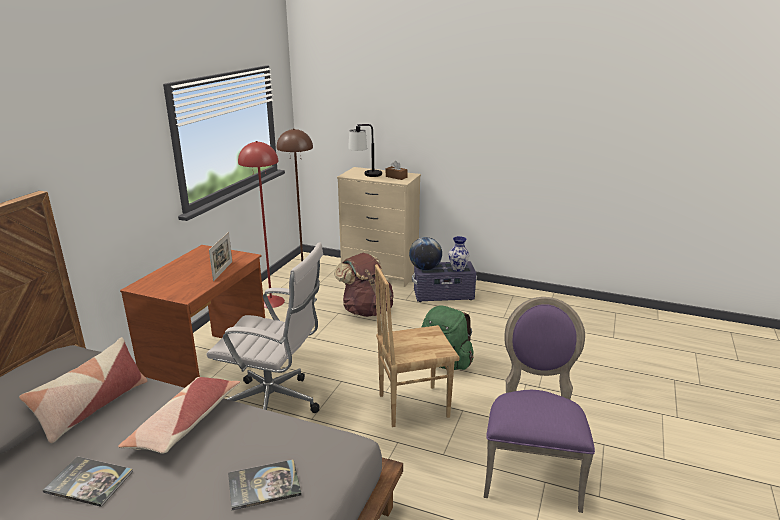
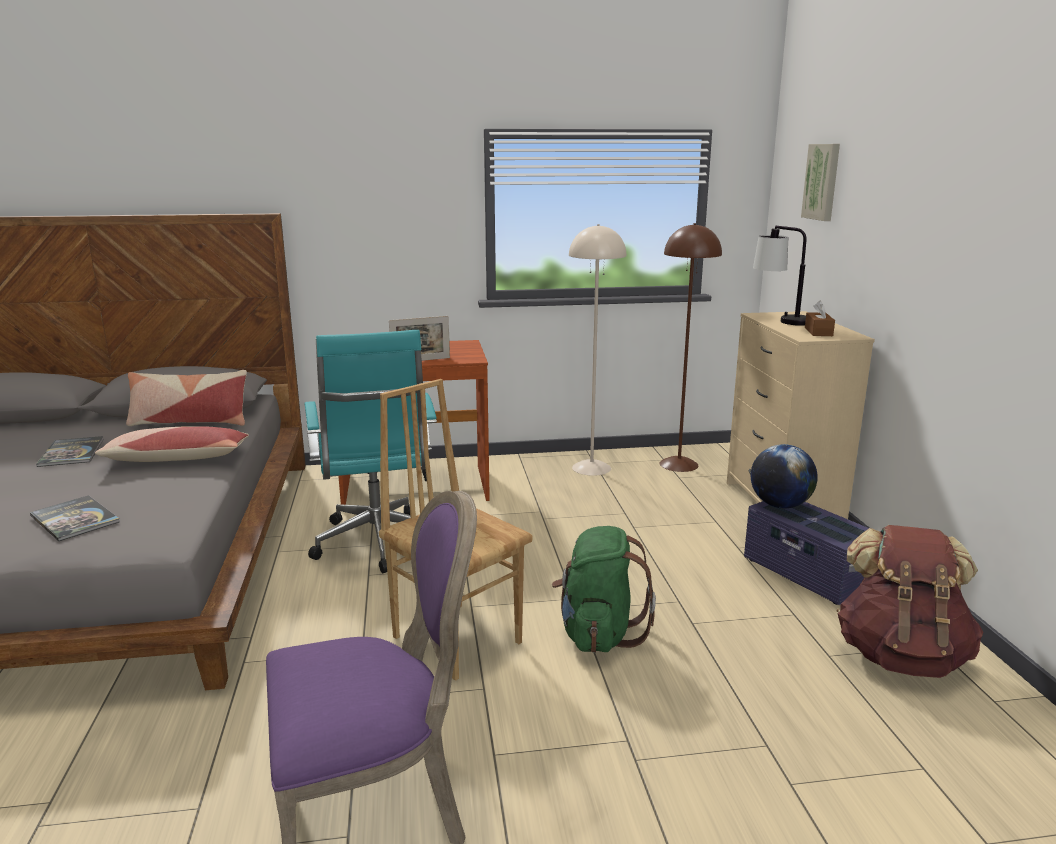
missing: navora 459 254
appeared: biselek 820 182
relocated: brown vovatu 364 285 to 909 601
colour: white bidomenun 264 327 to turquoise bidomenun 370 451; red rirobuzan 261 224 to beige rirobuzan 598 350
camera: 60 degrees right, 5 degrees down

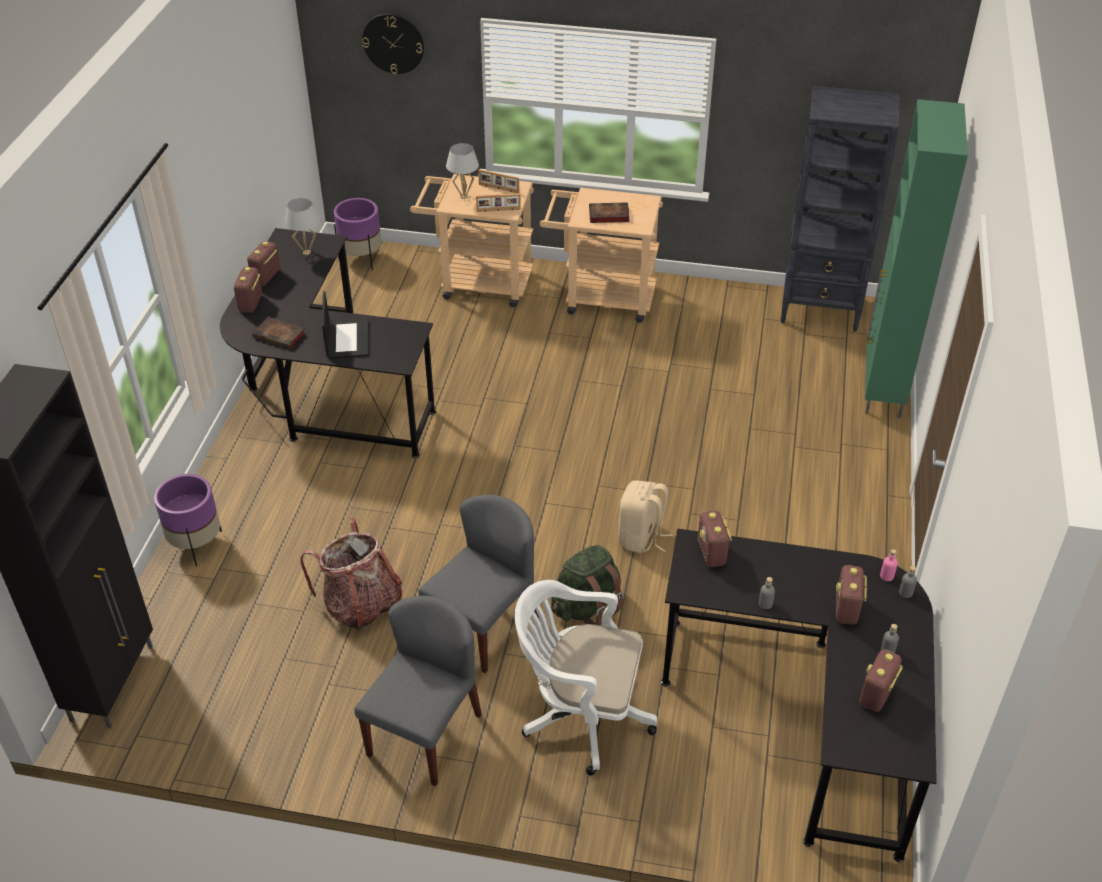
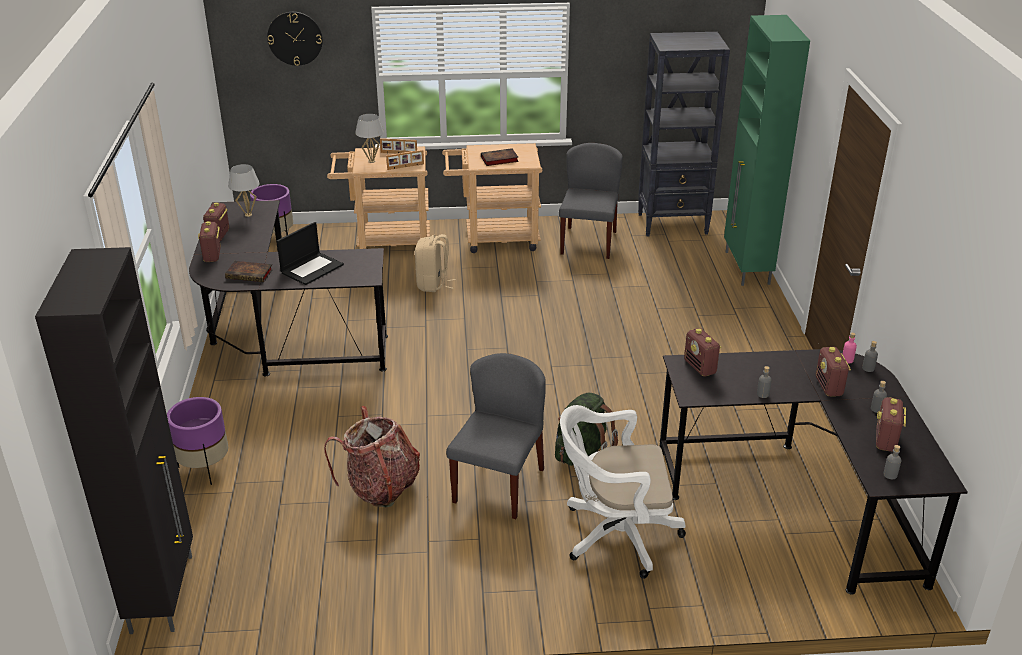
appeared: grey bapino 892 462
relocated: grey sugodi 418 691 to 591 201; beige vovatu 645 516 to 435 263
spun: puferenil 345 325 = 310 253 60 degrees clockwise
camera: 15 degrees left, 10 degrees down

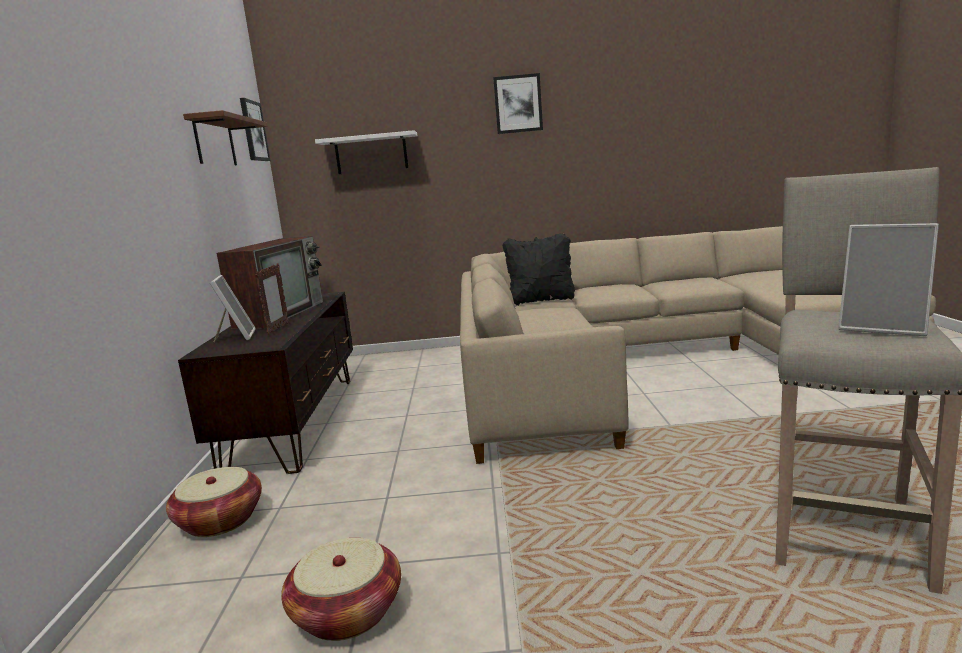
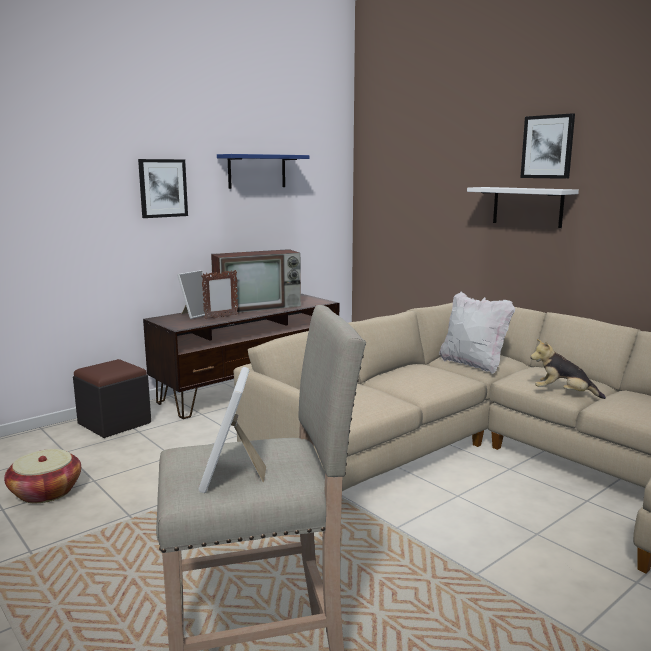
appeared: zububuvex 568 369
relocated: biselek 255 129 to 163 188; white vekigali 366 152 to 523 207
exchanged: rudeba 214 502 to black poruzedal 112 398
colour: brown vekigali 225 137 to blue vekigali 263 171; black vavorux 538 270 to white vavorux 477 333
camera: 50 degrees right, 0 degrees up

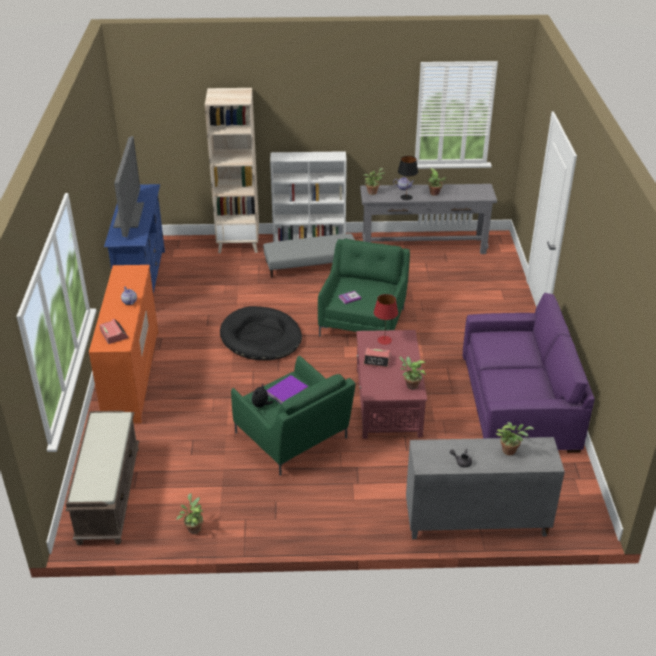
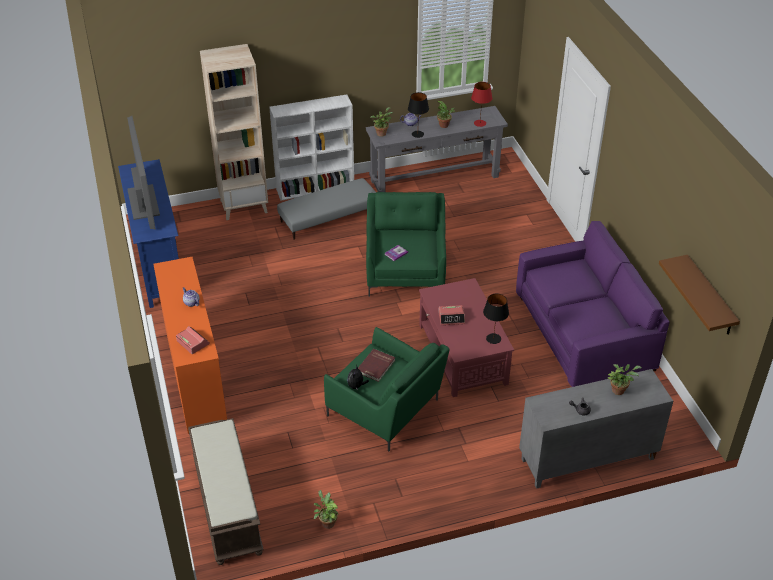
missing: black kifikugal 261 333
appeared: brown vekigali 699 295
relocated: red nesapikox 386 319 to 481 104
exchanged: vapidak 412 373 to black nesapikox 496 318
colour: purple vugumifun 287 389 to red vugumifun 376 365
camera: 15 degrees left, 5 degrees up

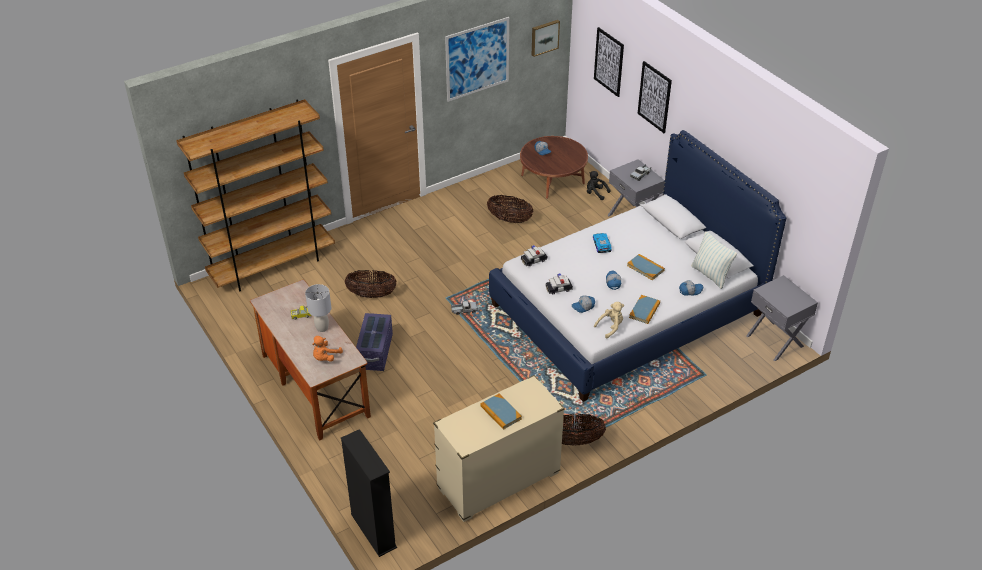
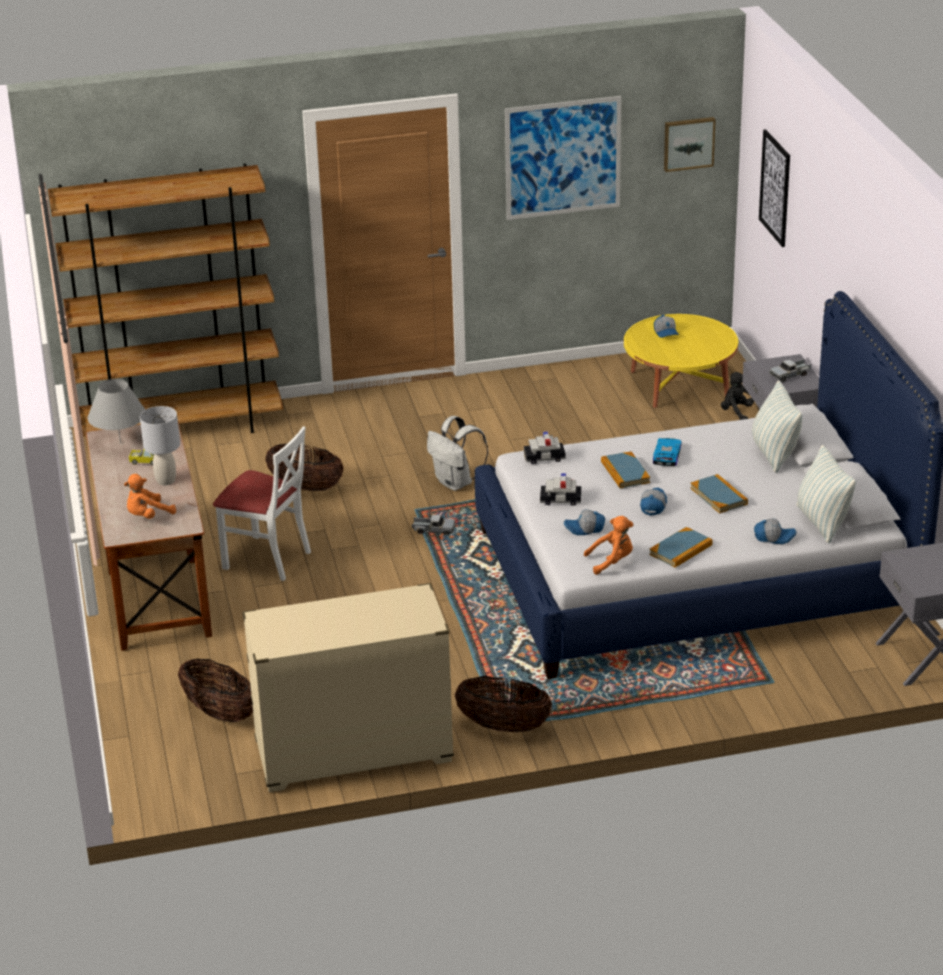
missing: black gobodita 369 493; biselek 654 97
appeared: grey nesapikox 117 411; white vovatu 457 453; vavorux 777 426
relocated: vugumifun 501 412 to 625 470; rudeba 510 209 to 215 690
exchanged: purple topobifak 374 342 to white sugodi 262 503
colour: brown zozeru 554 167 to yellow zozeru 681 361; beige zububuvex 609 320 to orange zububuvex 608 545
camera: 20 degrees right, 10 degrees down

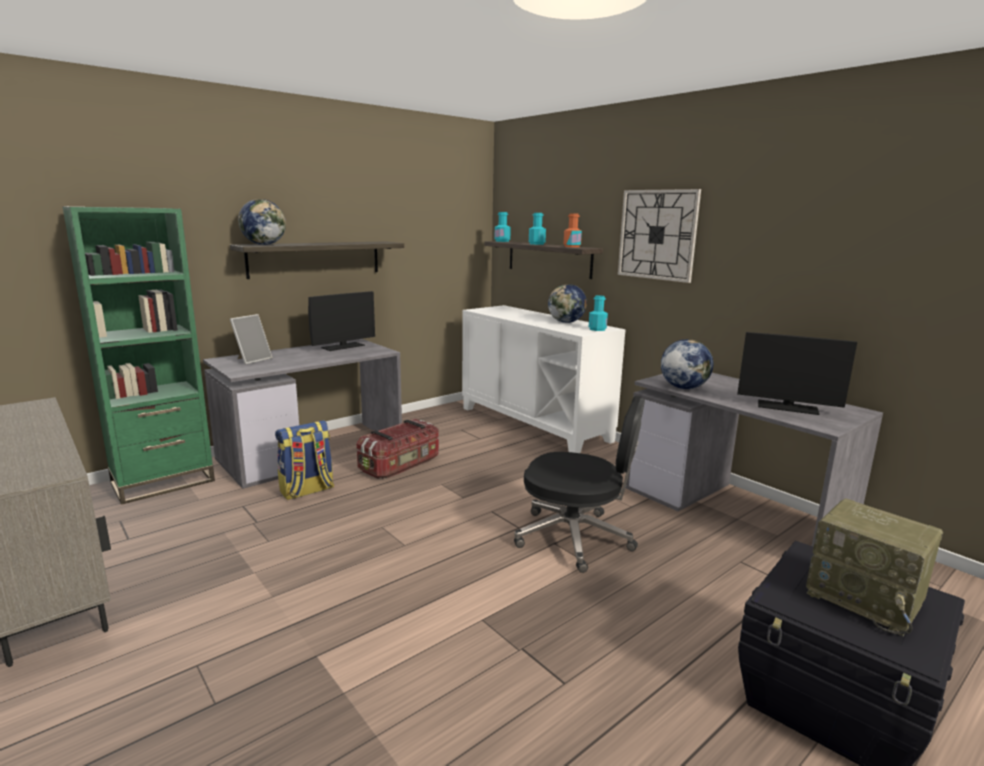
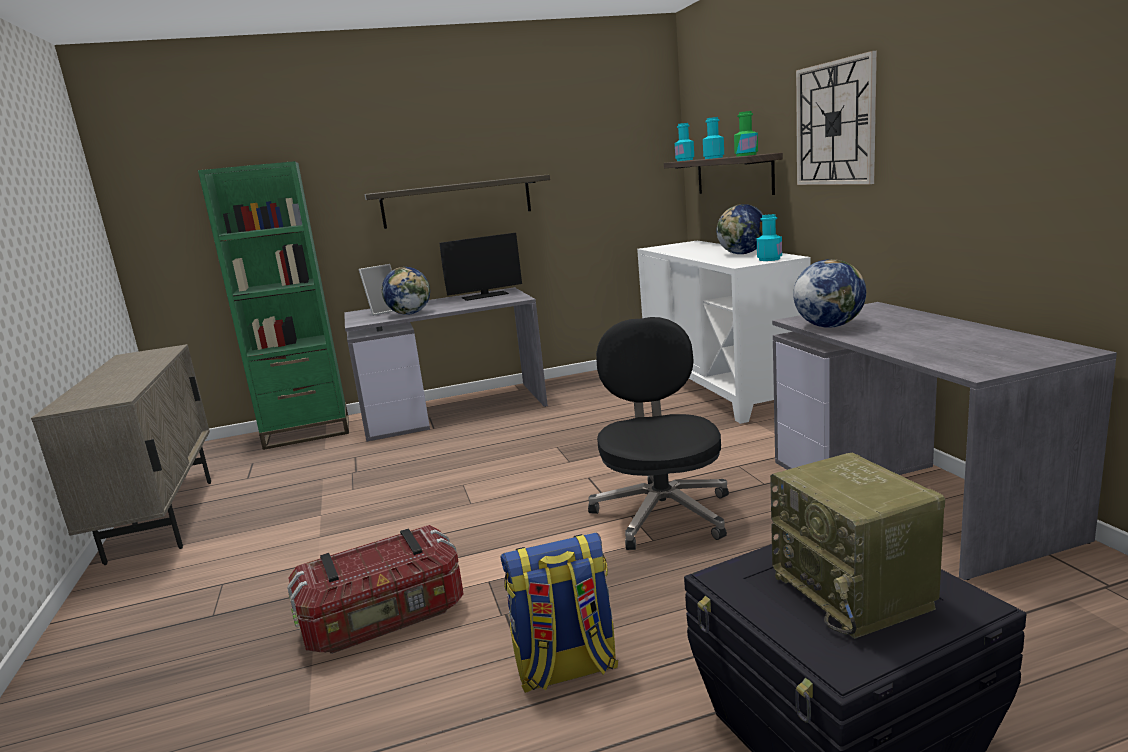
missing: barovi 797 373
relocated: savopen 262 222 to 405 291; vovatu 304 460 to 559 613; topobifak 398 449 to 375 589
colour: orange bapino 573 230 to green bapino 746 134
spun: black bidomenun 579 484 = 658 433 135 degrees counterclockwise
camera: 25 degrees right, 0 degrees up

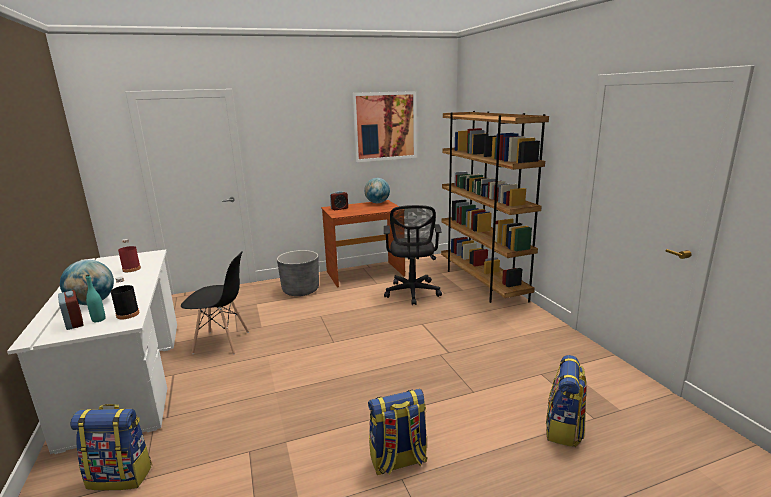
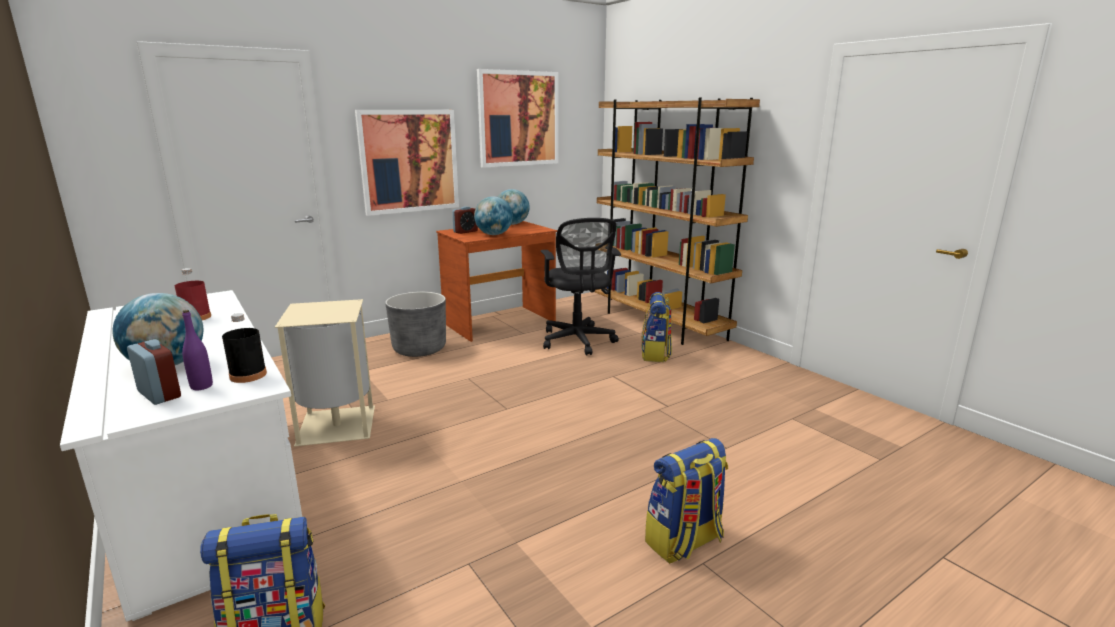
appeared: biselek 407 163; savopen 493 215
relocated: vovatu 566 401 to 656 327
exchanged: black sugodi 215 302 to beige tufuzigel 325 373
colour: turquoise bapino 95 298 to purple bapino 197 350
camera: 15 degrees left, 0 degrees up

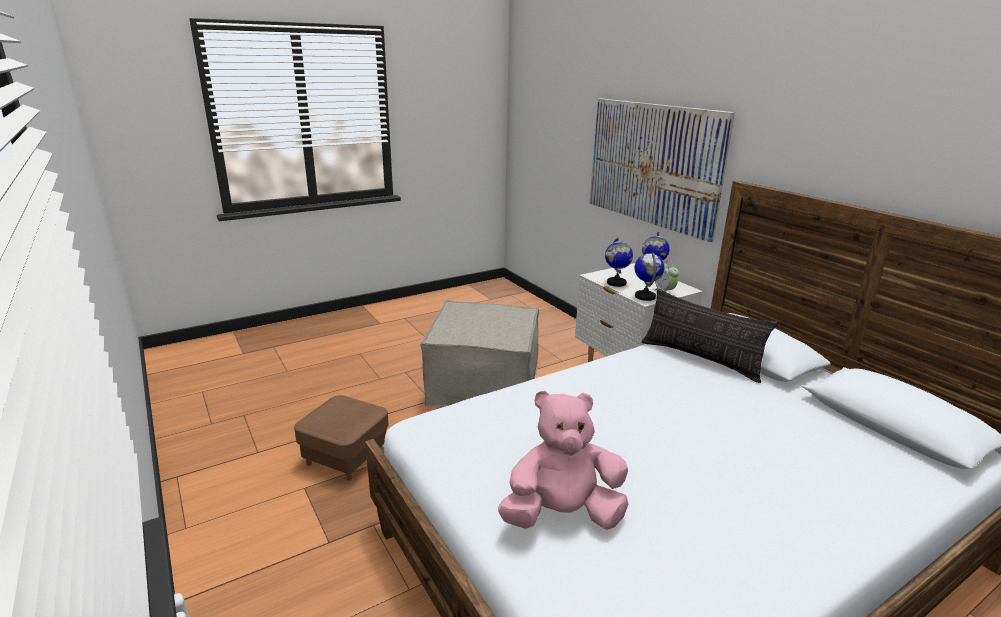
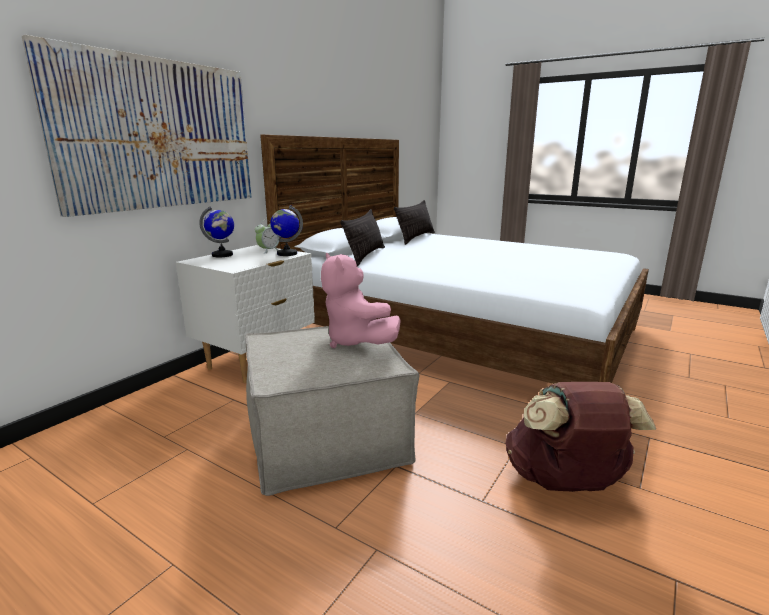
missing: savopen 619 262
appeared: vavorux 414 222
relocated: pink zububuvex 563 460 to 361 300
exchanged: brown poruzedal 341 438 to brown vovatu 580 437
camera: 115 degrees left, 5 degrees down

